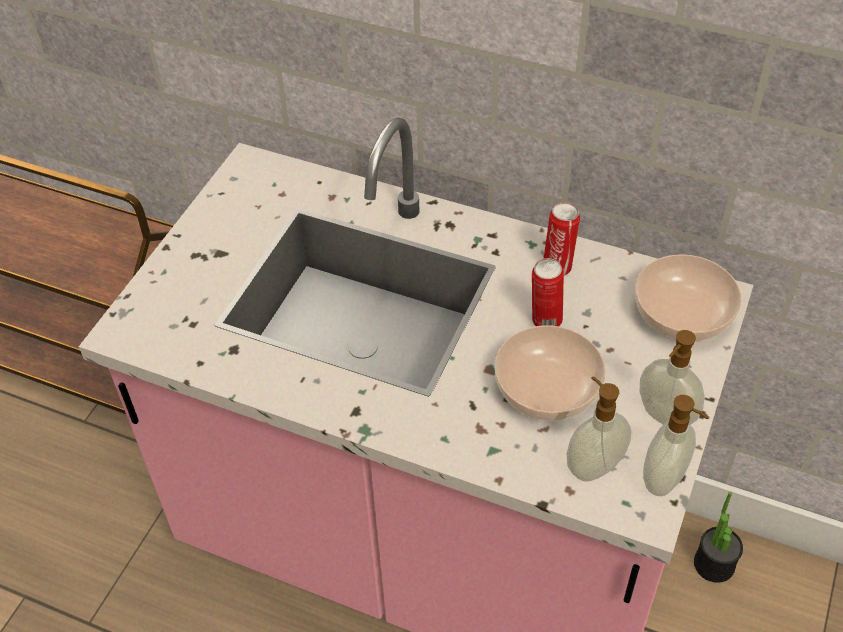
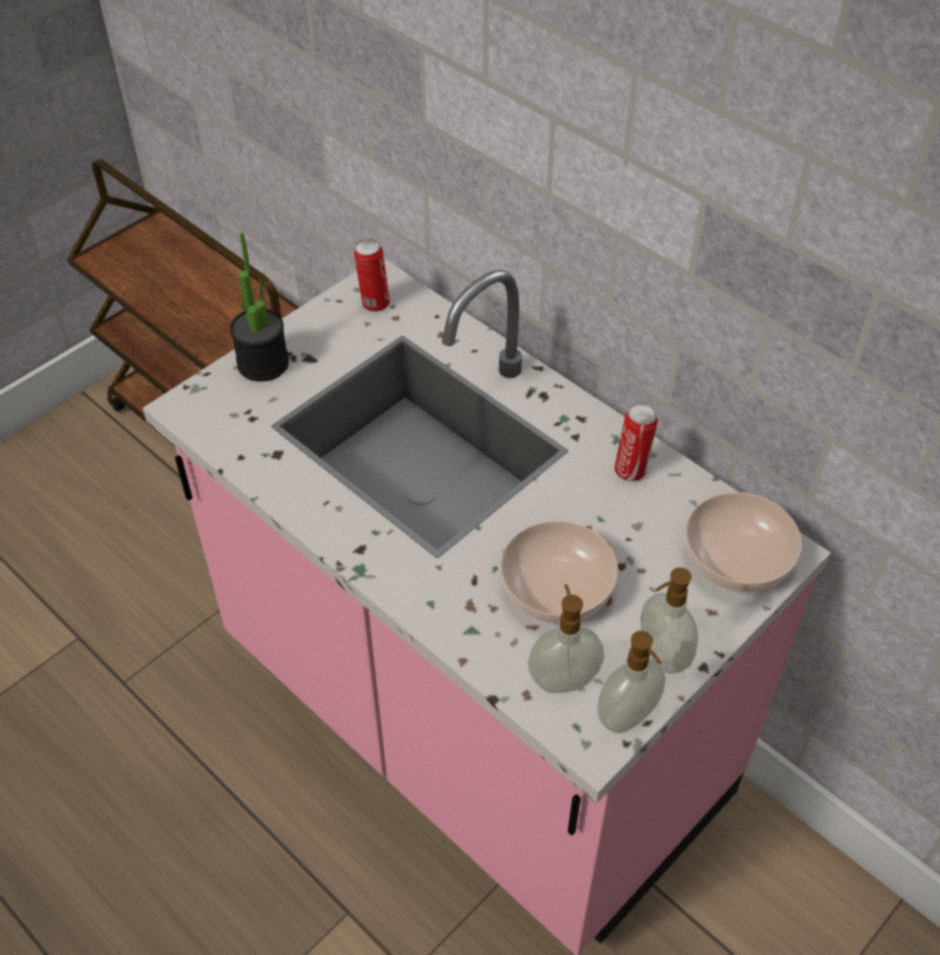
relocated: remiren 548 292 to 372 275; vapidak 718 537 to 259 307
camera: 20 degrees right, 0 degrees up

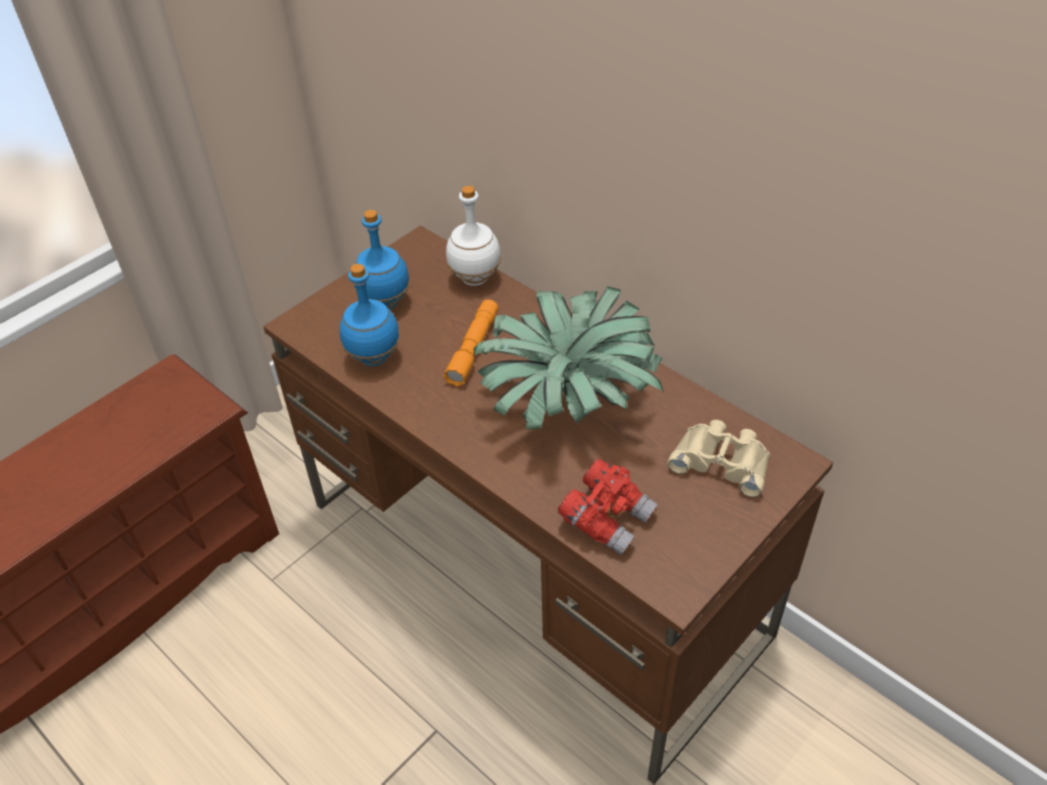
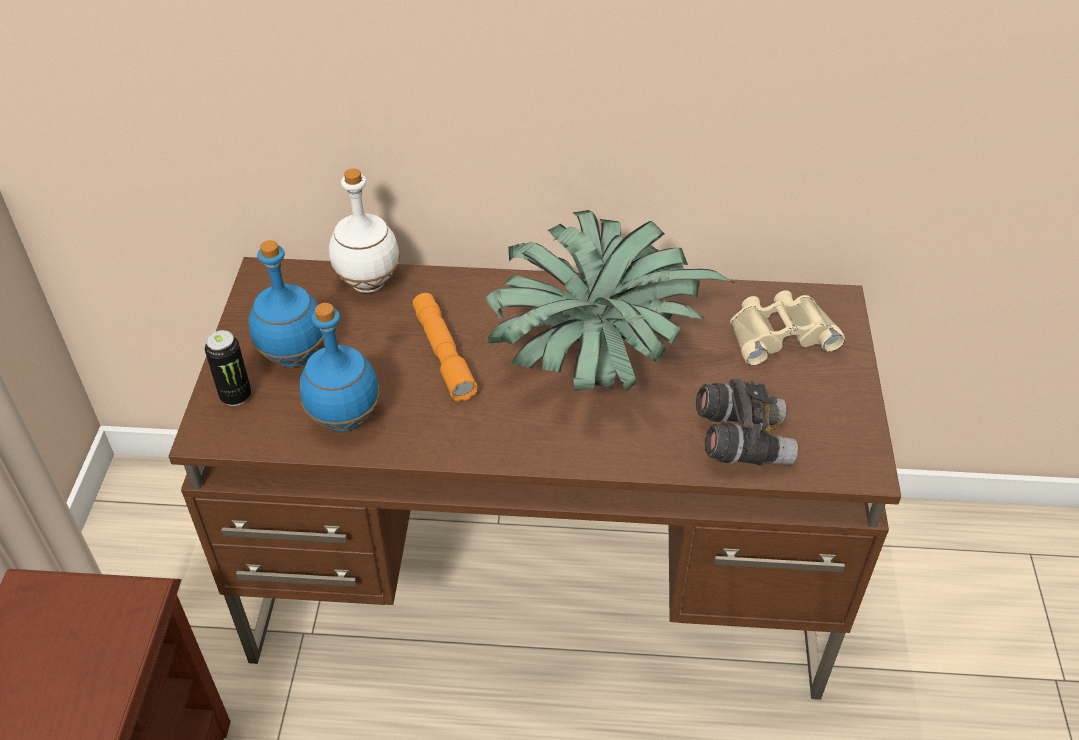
appeared: remiren 228 368
colour: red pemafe 608 507 to grey pemafe 747 421
camera: 40 degrees left, 0 degrees up

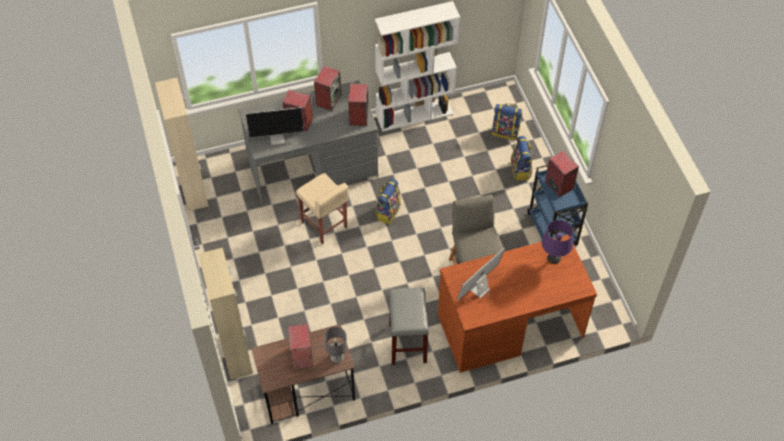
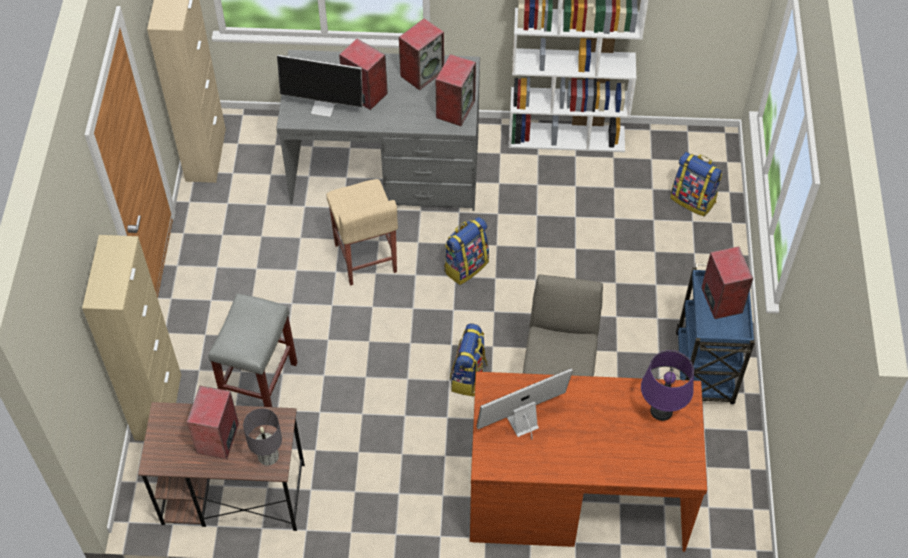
relocated: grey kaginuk 409 326 to 253 350; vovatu 522 158 to 469 360
camera: 20 degrees right, 0 degrees up

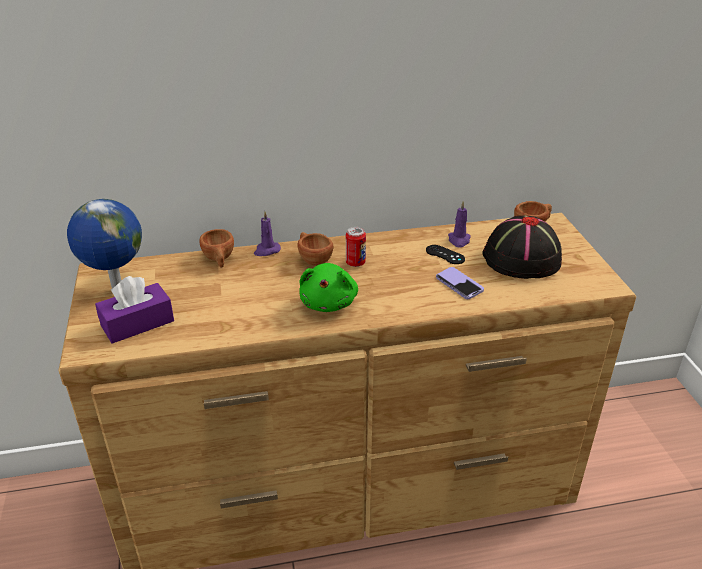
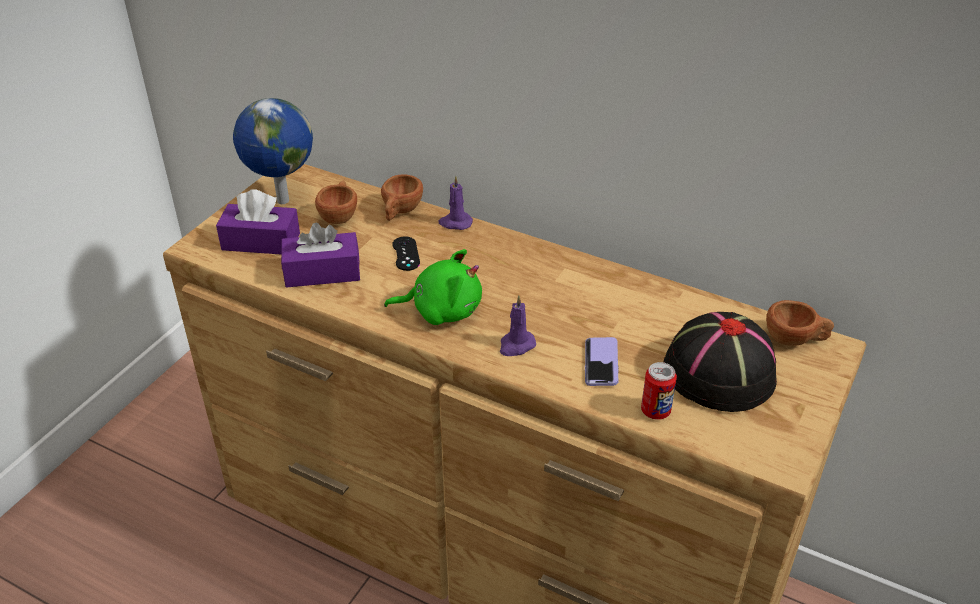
appeared: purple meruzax 320 255
relocated: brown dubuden 315 249 to 336 202; remiren 356 247 to 659 391; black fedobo 445 254 to 406 253; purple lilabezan 459 224 to 518 325
spun: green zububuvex 328 287 = 433 287 135 degrees counterclockwise
camera: 40 degrees right, 5 degrees up

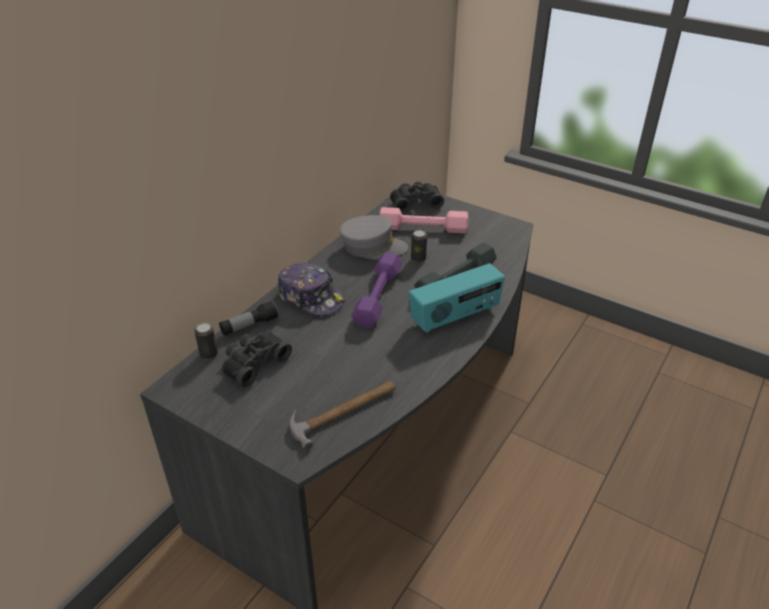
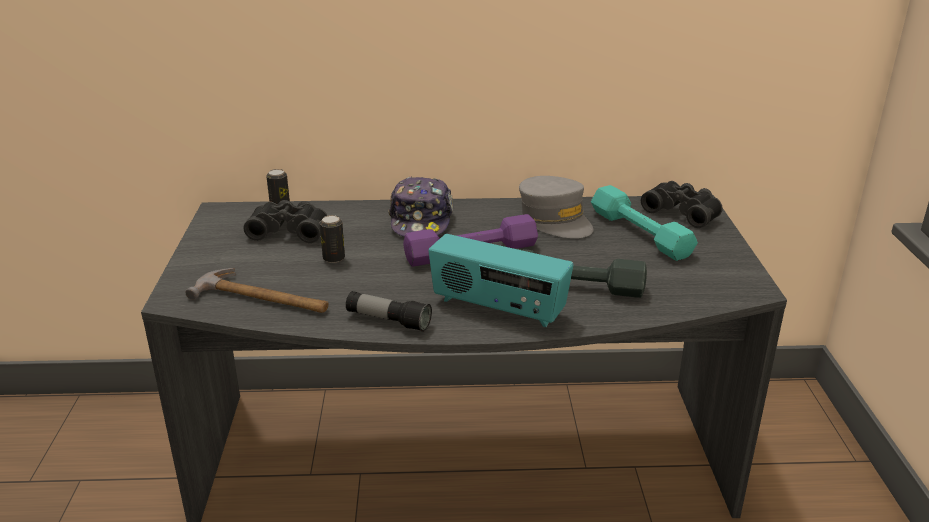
relocated: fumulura 249 318 to 389 311; remiren 419 246 to 332 239
colour: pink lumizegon 424 220 to turquoise lumizegon 644 223
camera: 55 degrees right, 10 degrees down

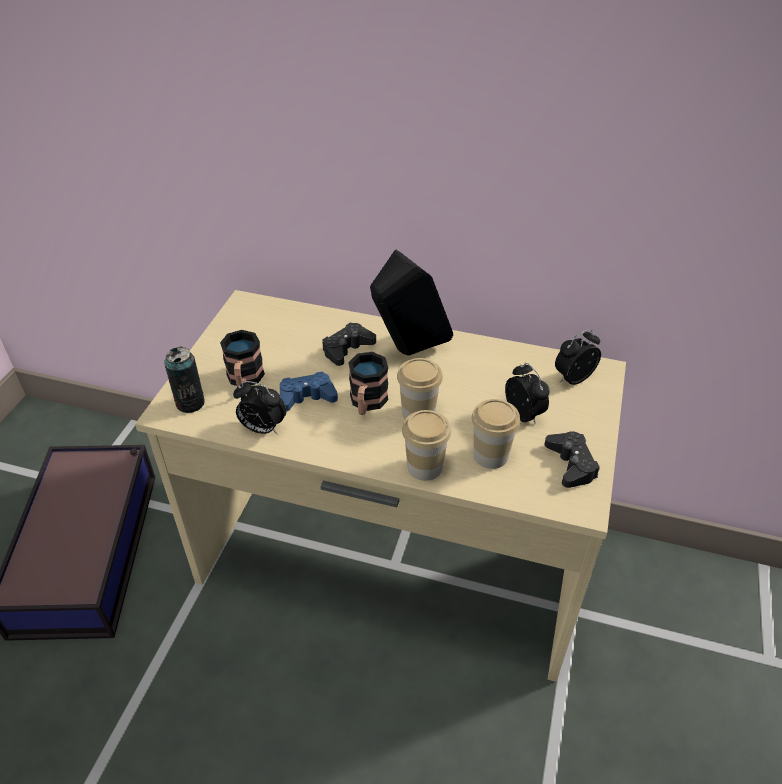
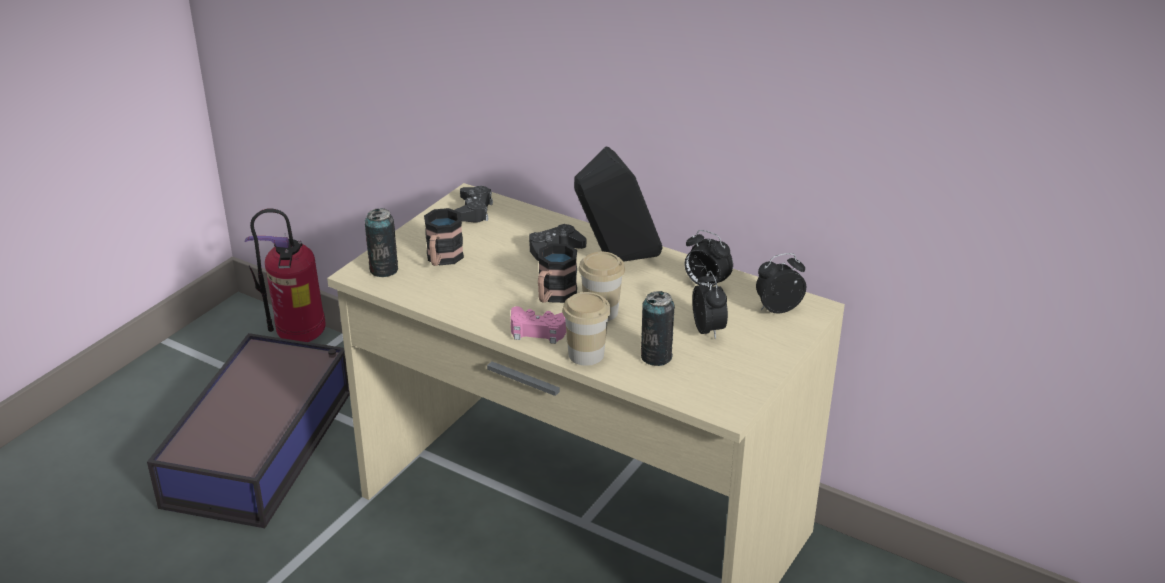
missing: blue fedobo 309 391
appeared: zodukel 285 275; pink fedobo 538 325
relocated: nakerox 260 407 to 709 258; black fedobo 572 459 to 474 204
exchanged: dubuden 496 434 to remiren 658 328
camera: 15 degrees right, 10 degrees down

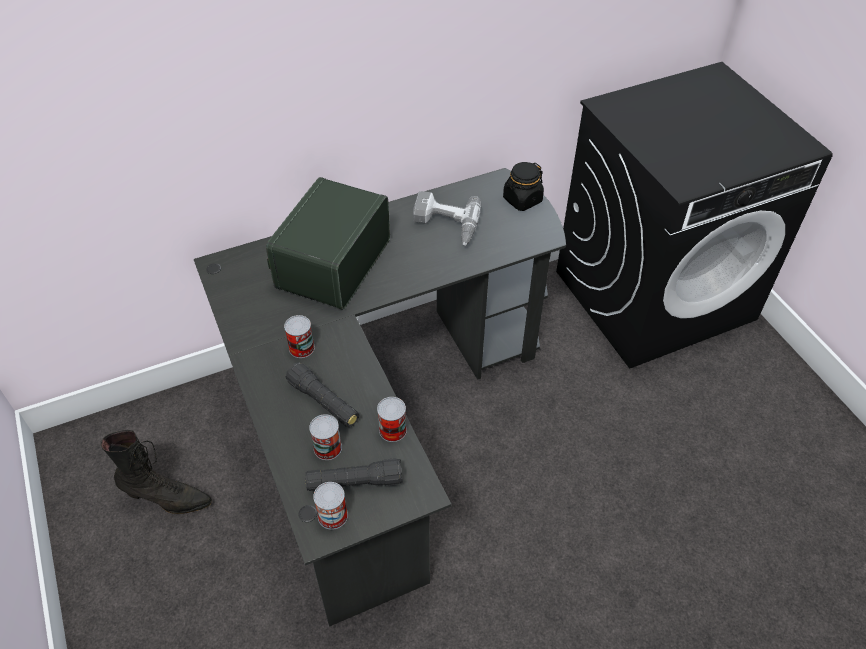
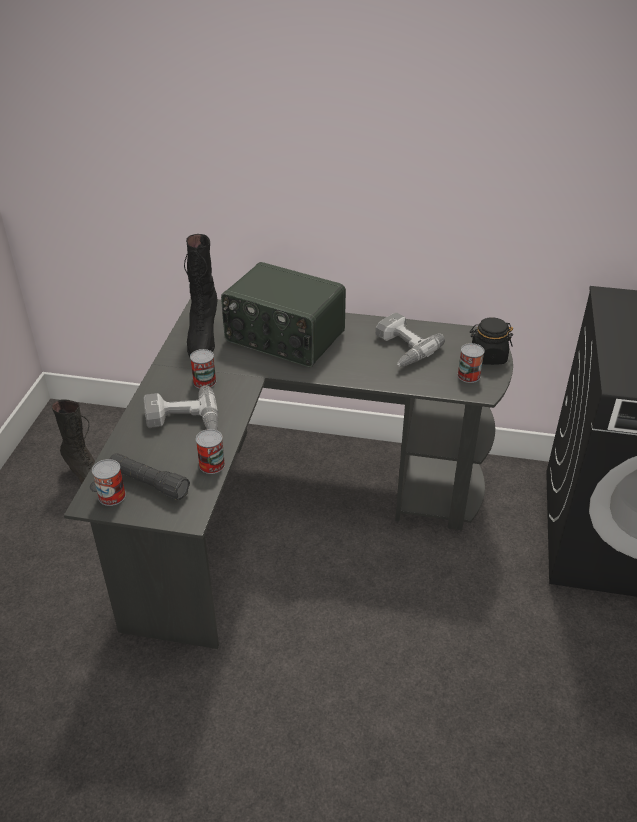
appeared: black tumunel 201 295
relocated: remiren 325 437 to 470 363
exchanged: black fumulura 322 395 to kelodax 181 407
spun: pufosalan 328 243 = 283 314 120 degrees counterclockwise
camera: 35 degrees right, 10 degrees down

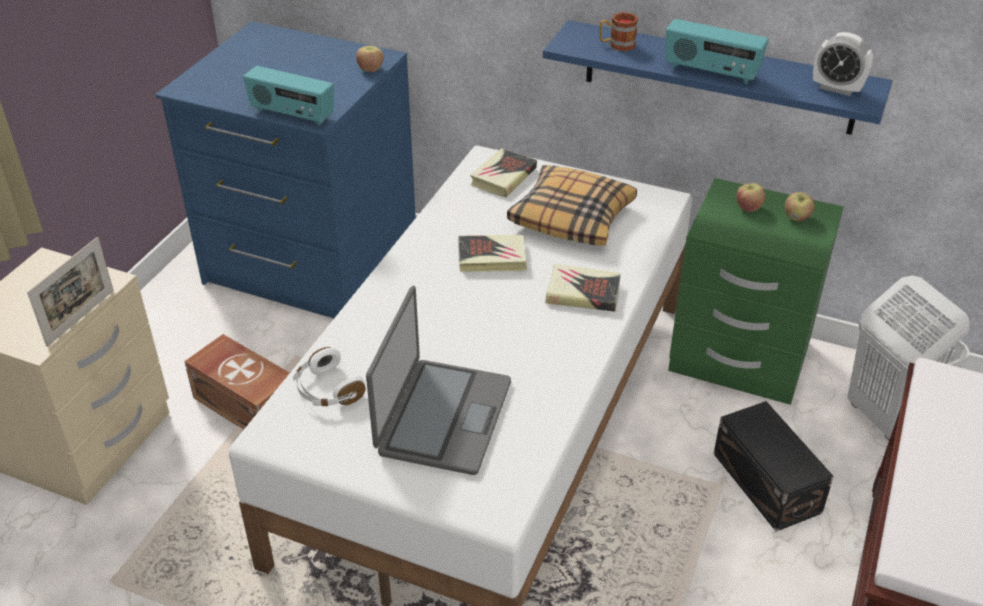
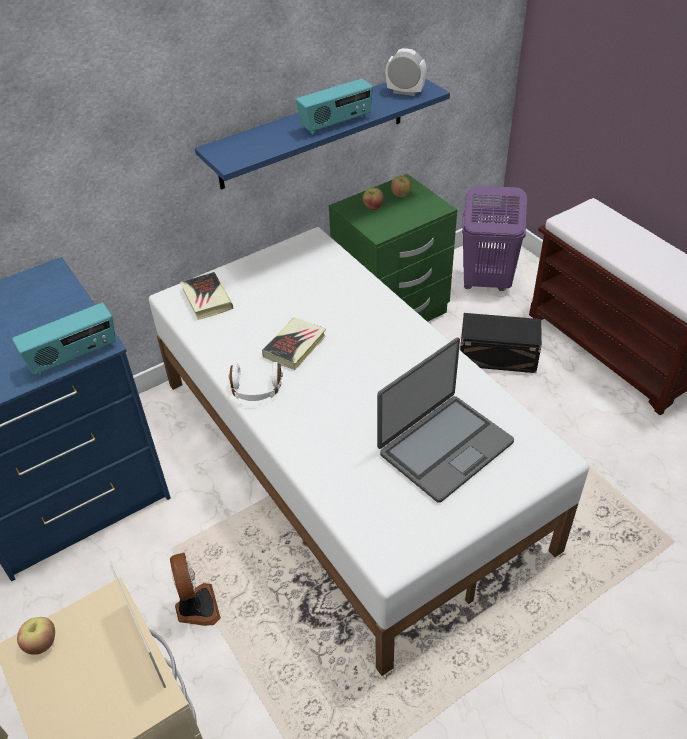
missing: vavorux 572 205; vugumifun 583 288; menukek 618 31
relocated: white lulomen 329 376 to 256 381; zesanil 370 59 to 36 636
exchanged: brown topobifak 236 381 to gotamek 195 589
colour: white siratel 909 357 to purple siratel 494 238
spun: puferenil 438 380 = 445 420 90 degrees clockwise; nakerox 843 64 = 406 72 135 degrees counterclockwise
camera: 55 degrees left, 5 degrees up

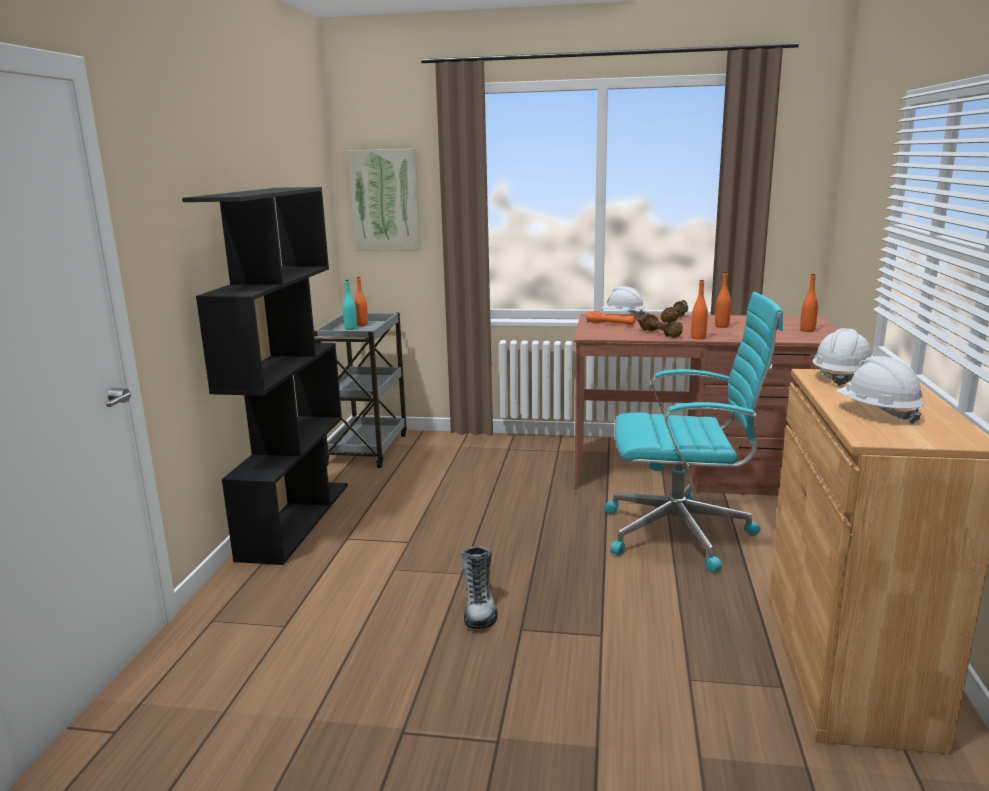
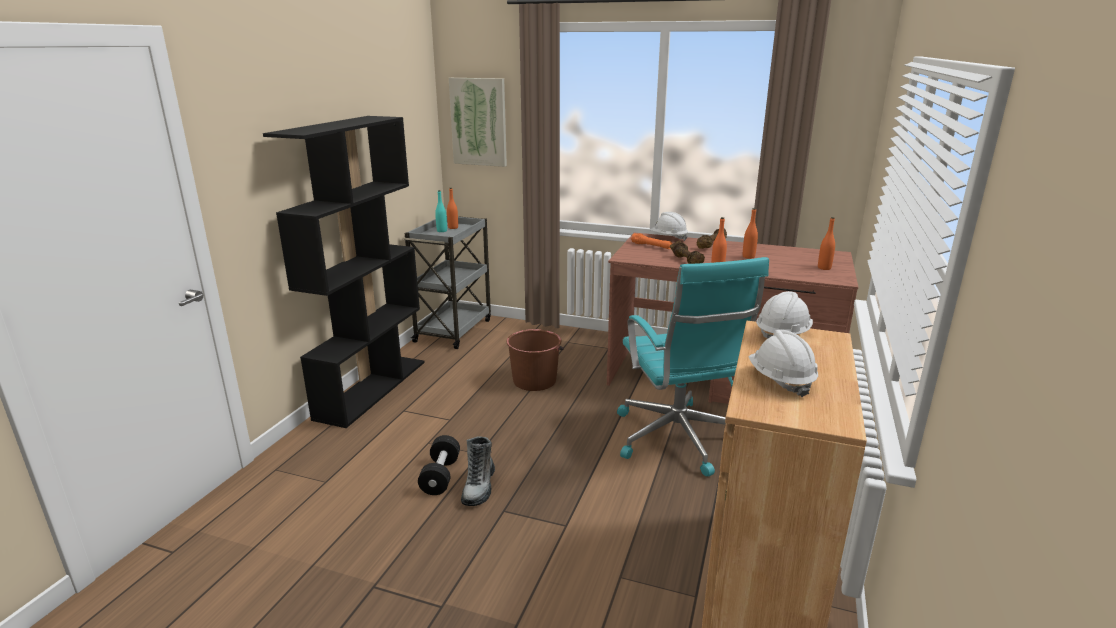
appeared: black lumizegon 439 465; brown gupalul 535 360
spun: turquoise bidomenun 693 432 = 693 366 60 degrees clockwise
camera: 10 degrees right, 5 degrees up

